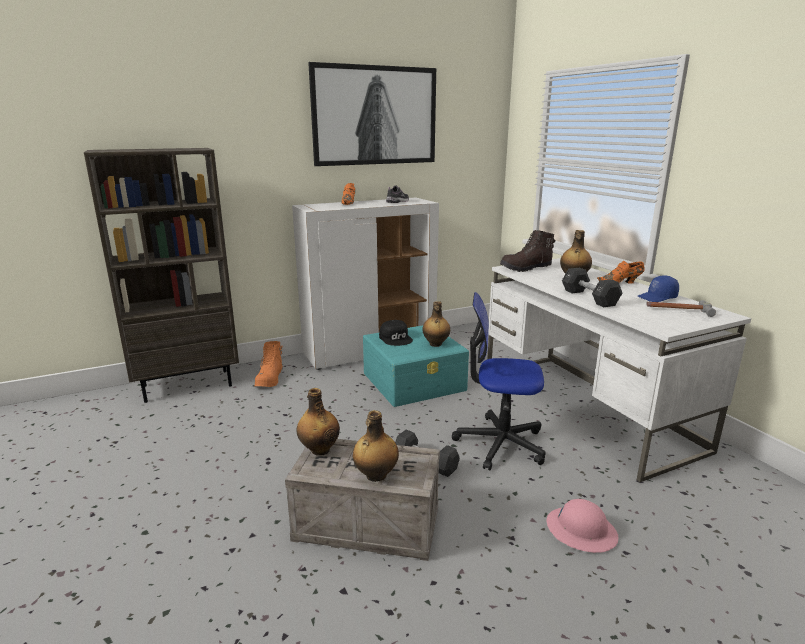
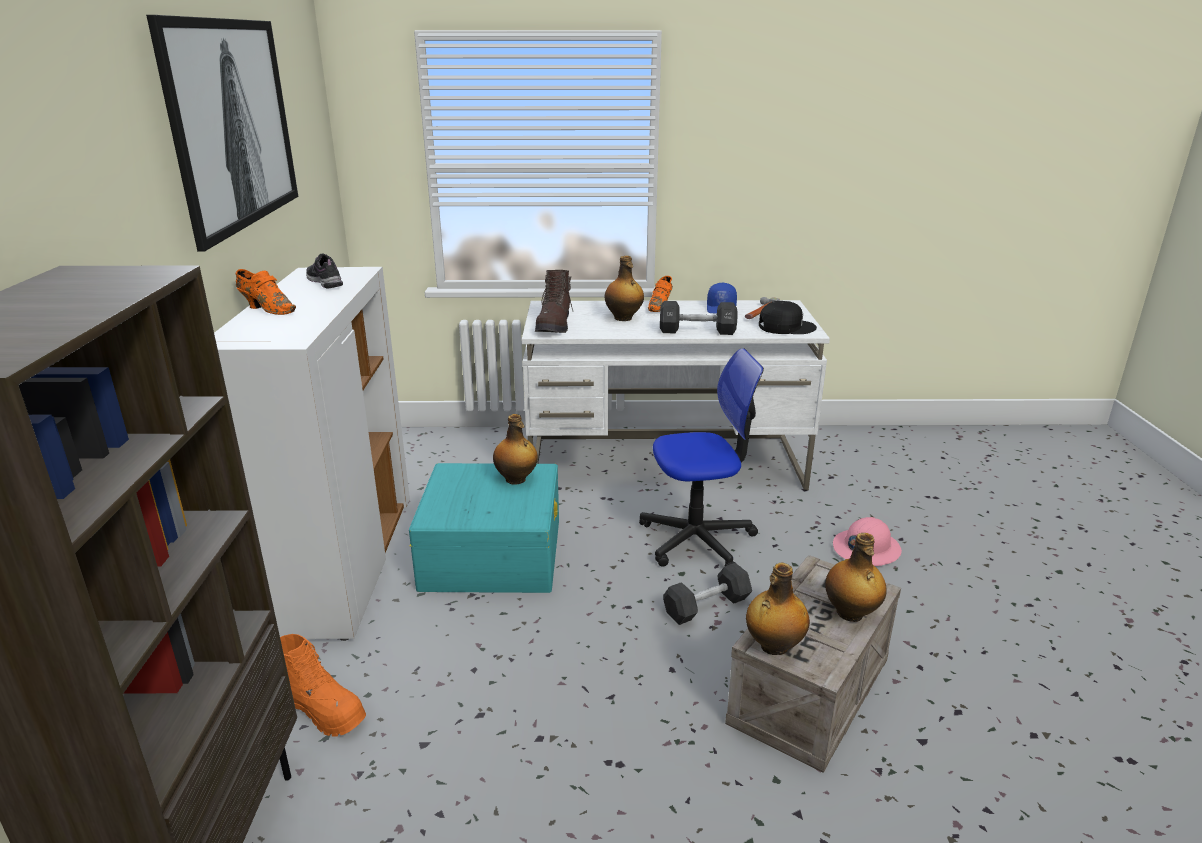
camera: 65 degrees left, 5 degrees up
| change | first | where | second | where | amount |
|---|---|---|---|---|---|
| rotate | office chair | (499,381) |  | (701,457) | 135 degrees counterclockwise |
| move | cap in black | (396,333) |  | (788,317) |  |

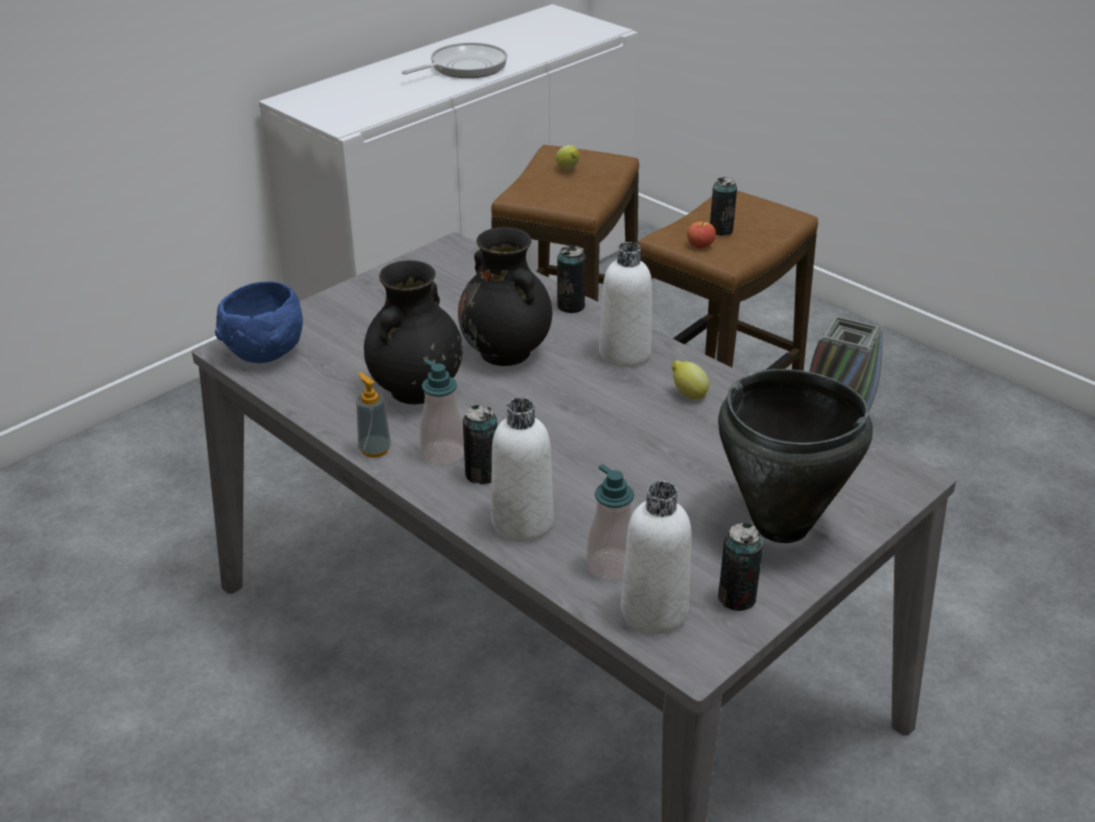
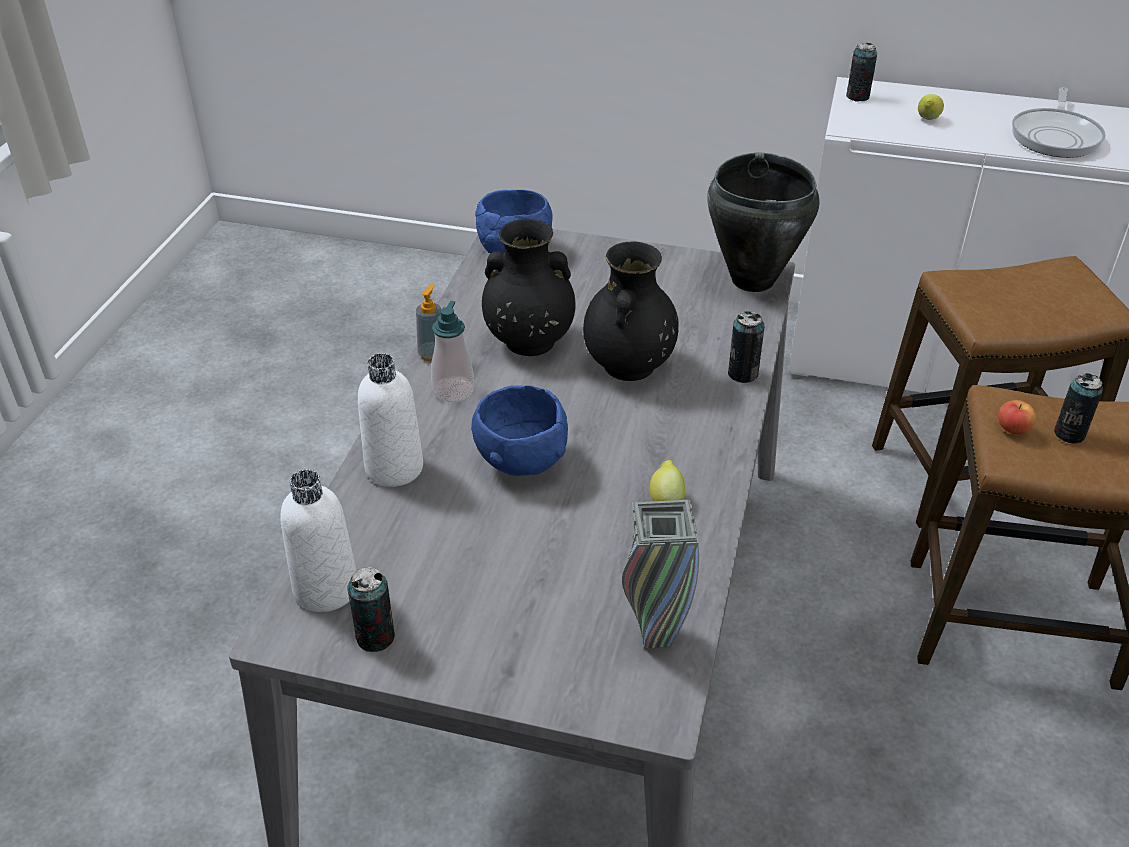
camera: 60 degrees right, 5 degrees up
| change | first | where | second | where | amount |
|---|---|---|---|---|---|
| insert |  |  | deep dish in blue-coloured | (519,430) |  |
| move | cooking pot in black | (795,456) |  | (763,222) |  |
| move | metal can | (480,444) |  | (861,72) |  |
| move | lemon | (568,157) |  | (931,107) |  |
| rotate | skillet | (454,60) |  | (1059,122) | 90 degrees clockwise |
| delete | liquid soap bottle | (610,523) |  |  |  |
| delete | drink bottle in whitish | (625,304) |  |  |  |

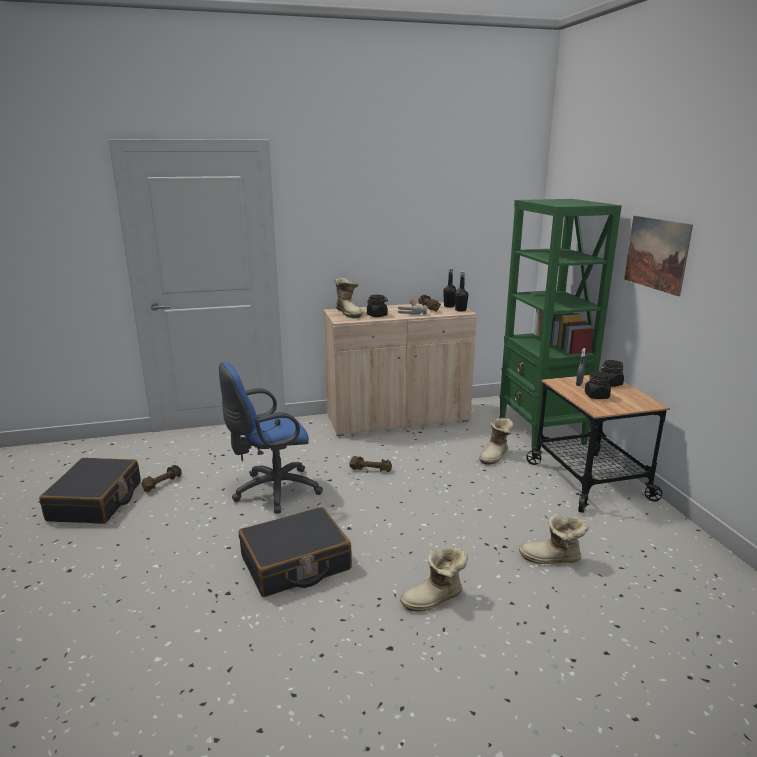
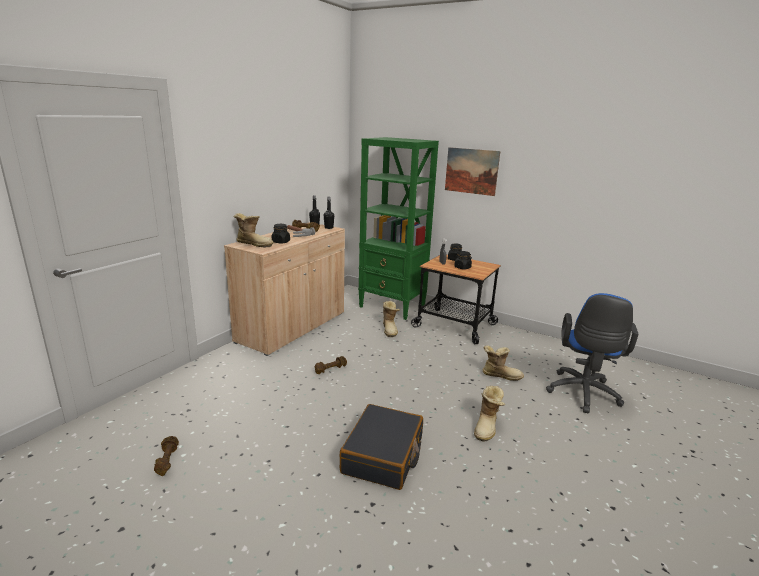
camera: 45 degrees left, 0 degrees up
| change | first | where | second | where | amount |
|---|---|---|---|---|---|
| rotate | boot | (554,539) |  | (503,363) | 135 degrees counterclockwise |
| move | office chair in blue-coloured | (271,438) |  | (592,353) |  |
| delete | suitcase in black | (90,491) |  |  |  |

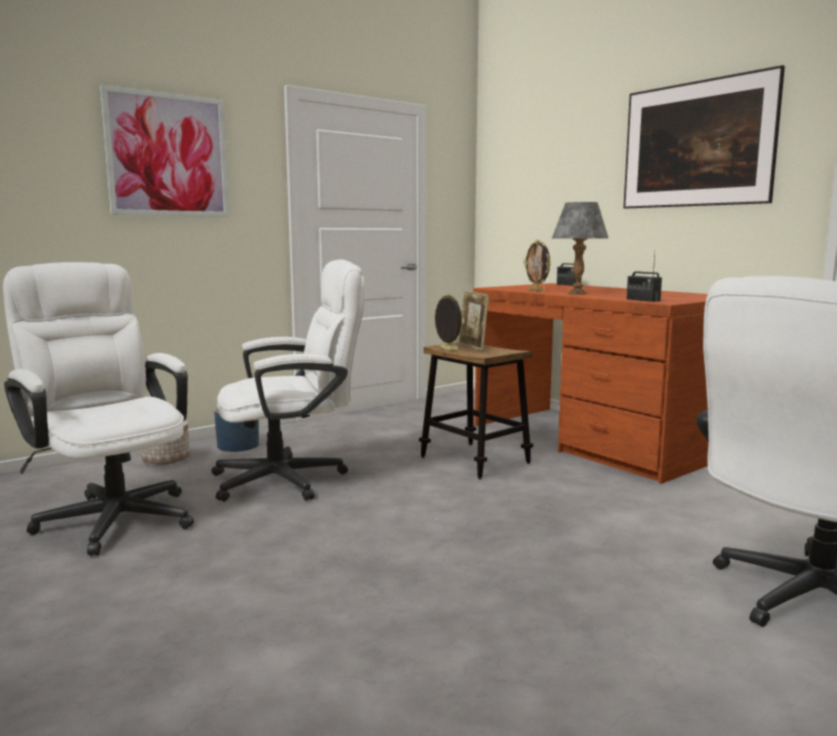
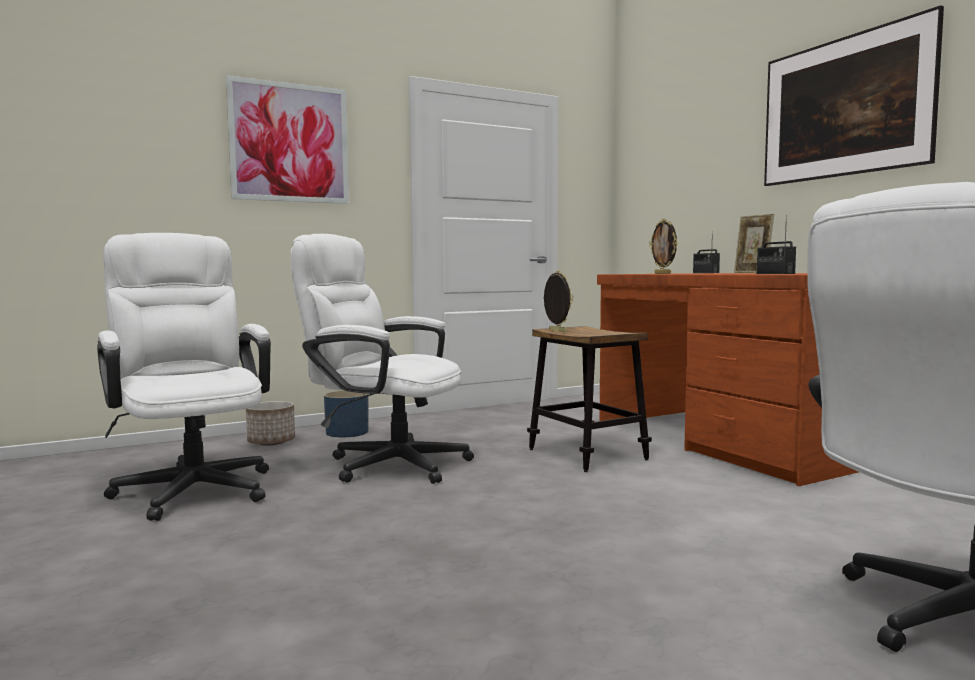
camera: 10 degrees right, 5 degrees down
| change | first | where | second | where | amount |
|---|---|---|---|---|---|
| rotate | office chair in whitish | (287,380) |  | (382,359) | 150 degrees counterclockwise |
| move | picture frame | (474,320) |  | (754,243) |  |
| delete | table lamp in gray | (580,248) |  |  |  |

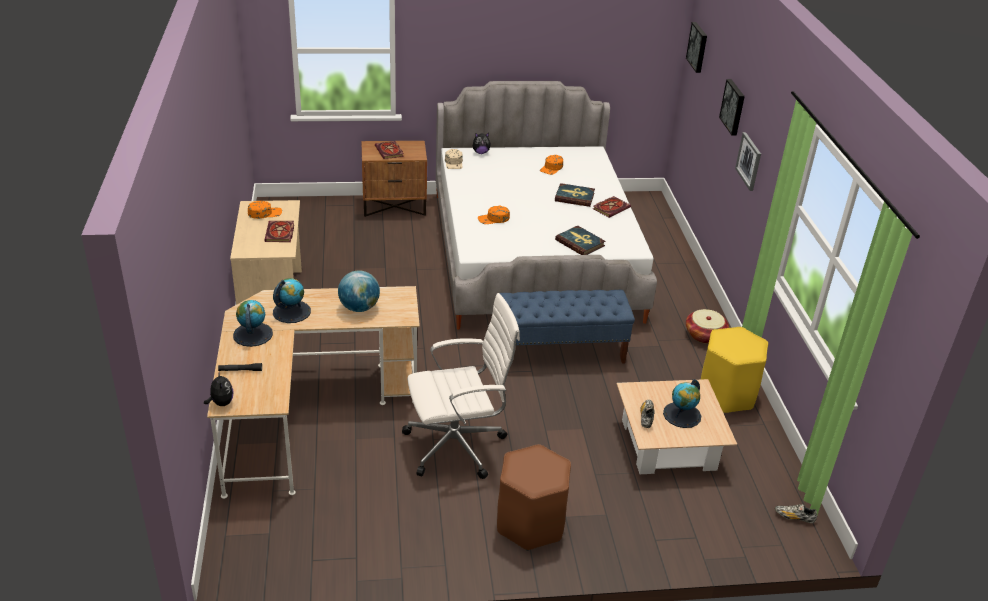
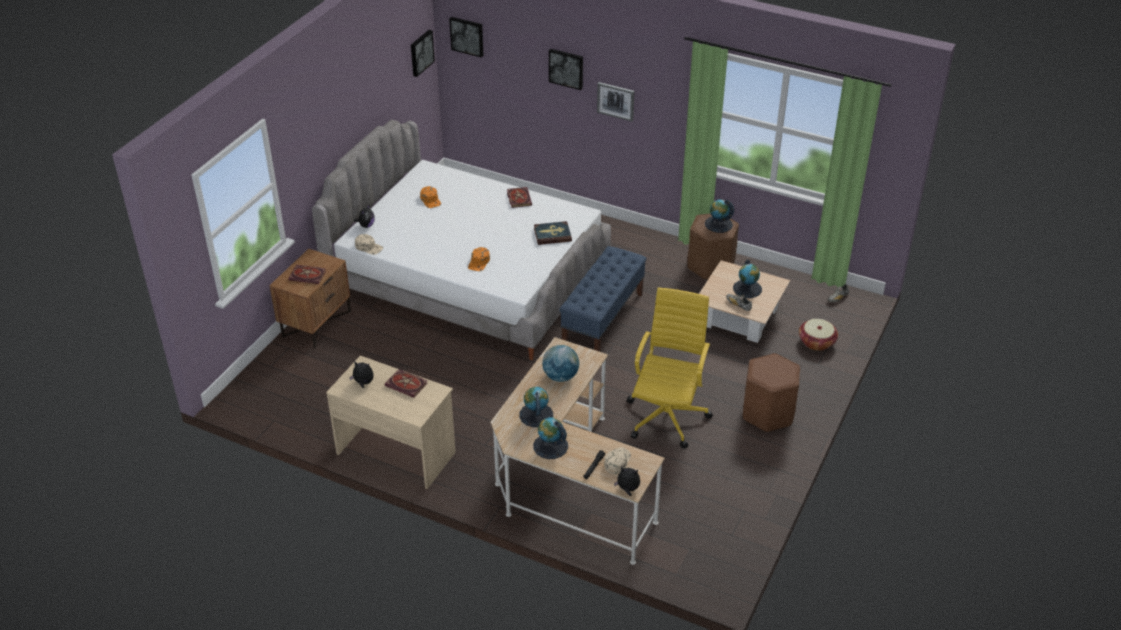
camera: 55 degrees left, 5 degrees up
| change | first | where | second | where | amount |
|---|---|---|---|---|---|
| replace | cap in orangey | (265,210) | soft toy | (361,374) |  |
| insert |  |  | picture | (423,53) |  |
| insert |  |  | cap in beige | (617,460) |  |
| recolor | office chair in whitish | (461,386) | office chair in yellow-coloured | (670,368) |  |
| recolor | stool in yellow-coloured | (734,370) | stool in brownish | (713,246) |  |
| insert |  |  | world globe | (719,216) |  |
| move | household basket | (707,326) |  | (818,335) |  |
| delete | book | (575,195) |  |  |  |

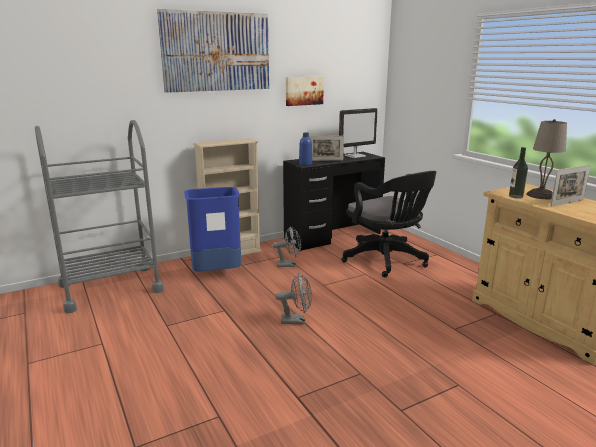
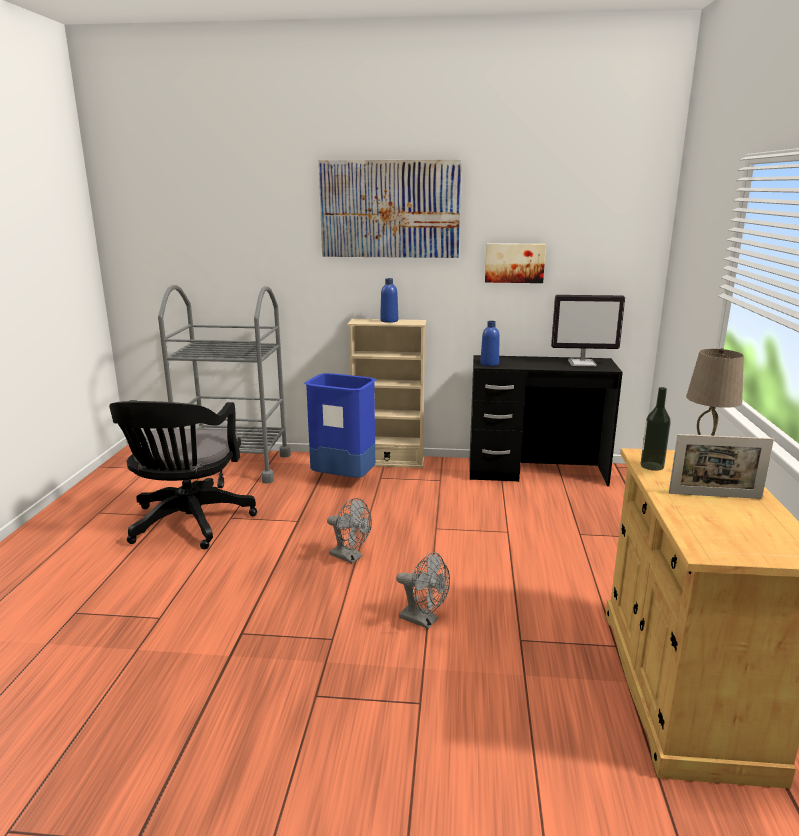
camera: 35 degrees right, 0 degrees up
| change | first | where | second | where | amount |
|---|---|---|---|---|---|
| move | office chair in black | (389,224) |  | (183,474) |  |
| insert |  |  | drink bottle in blue-coloured | (389,300) |  |
| move | cooling fan in gray | (286,247) |  | (423,590) |  |
| delete | picture frame | (326,148) |  |  |  |

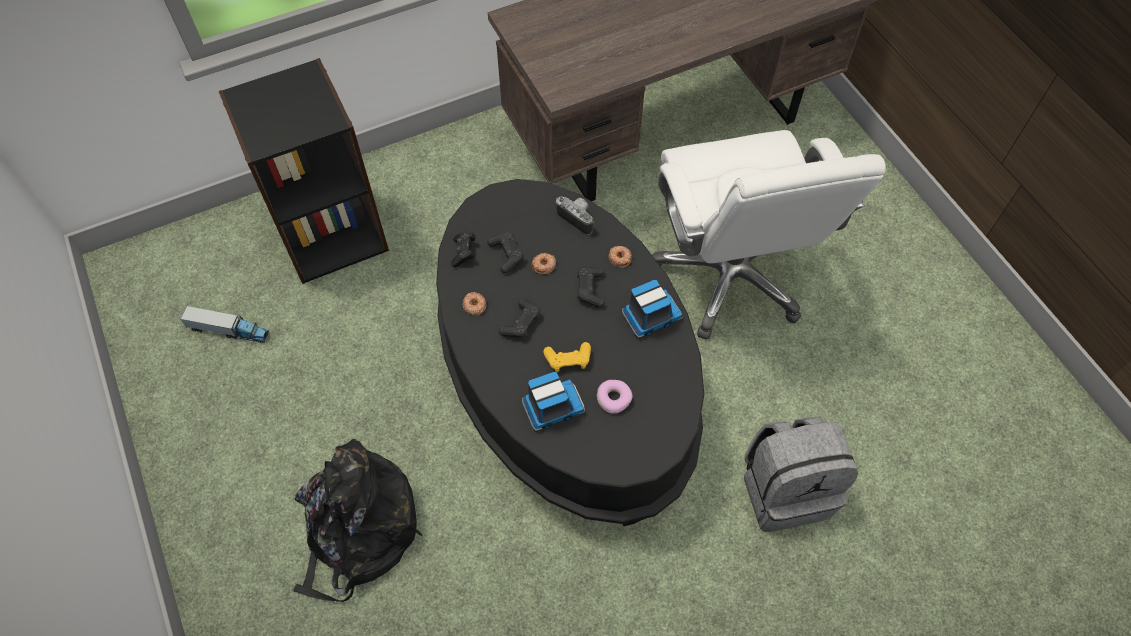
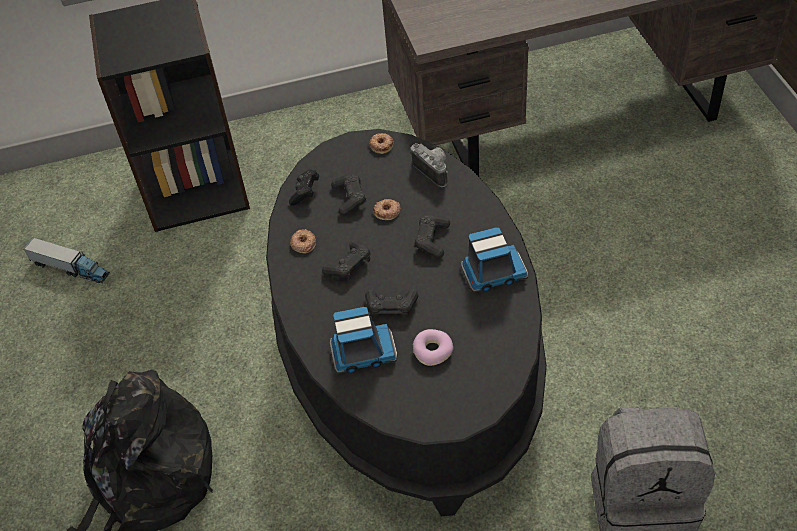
camera: 15 degrees right, 10 degrees down
| change | first | where | second | where | amount |
|---|---|---|---|---|---|
| recolor | game controller in yellow-coloured | (567,357) | game controller in black | (391,303) |  |
| move | donut | (620,257) |  | (382,143) |  |
| delete | office chair in whitish | (769,235) |  |  |  |

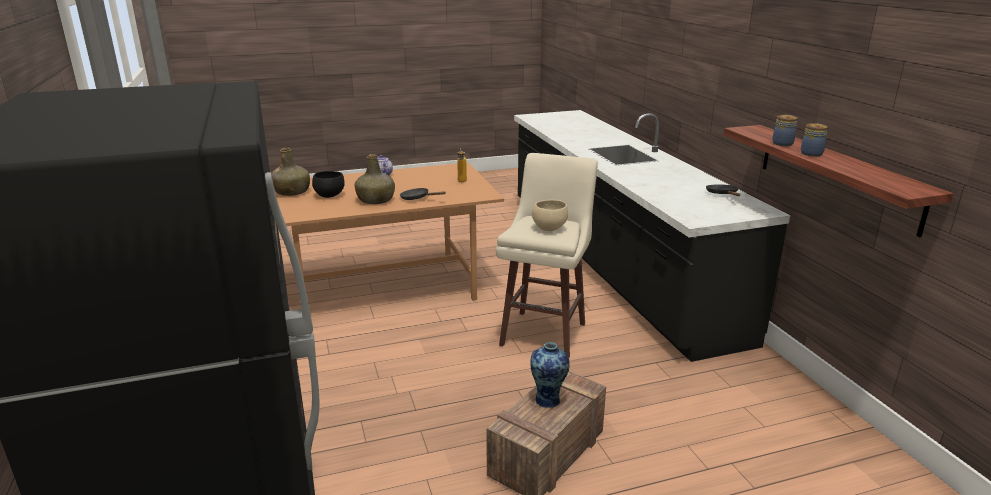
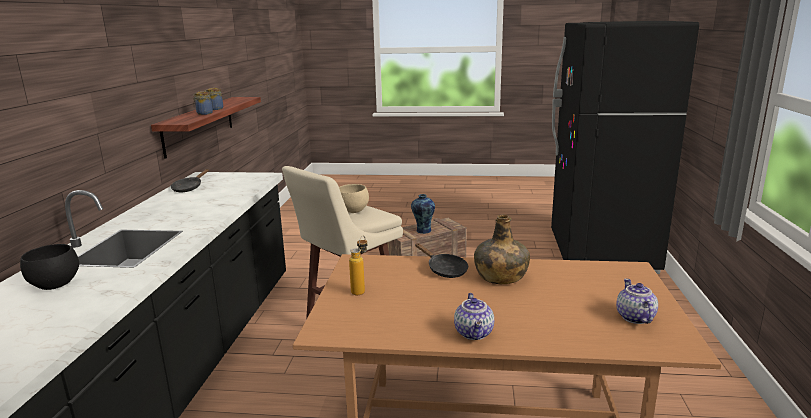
camera: 155 degrees left, 5 degrees down
| change | first | where | second | where | amount |
|---|---|---|---|---|---|
| move | deep dish in black | (328,184) |  | (49,267) |  |
| replace | drink bottle in green-coloured | (290,172) | pot for tea | (637,301) |  |

